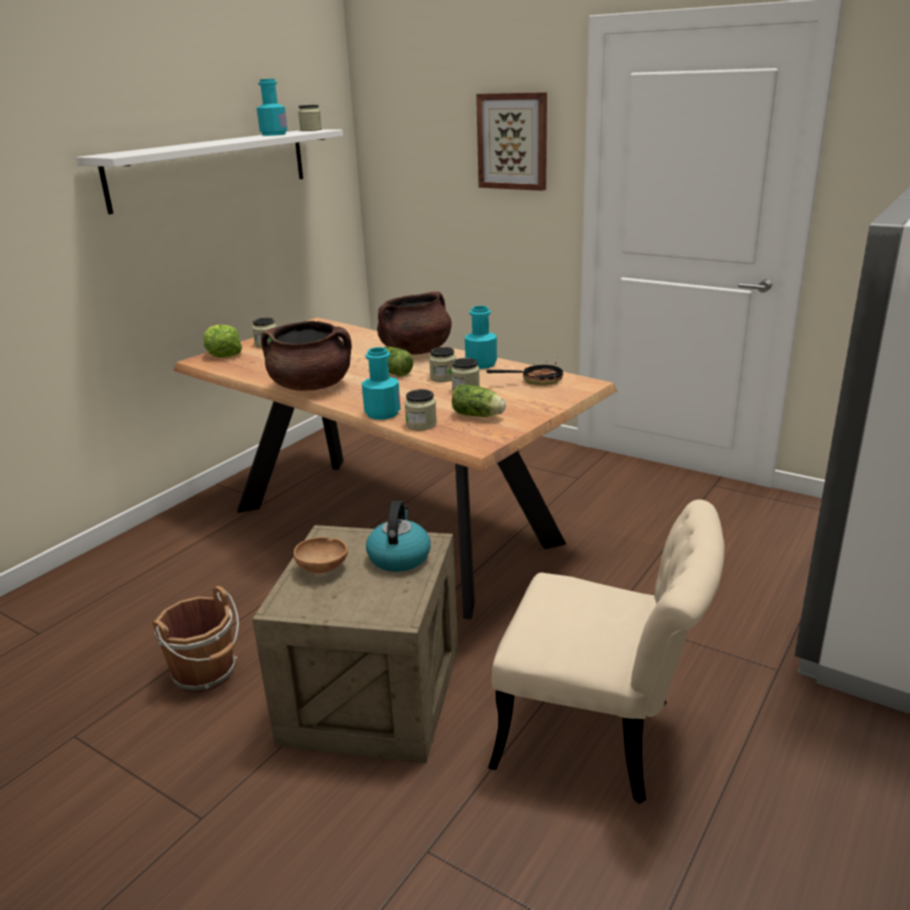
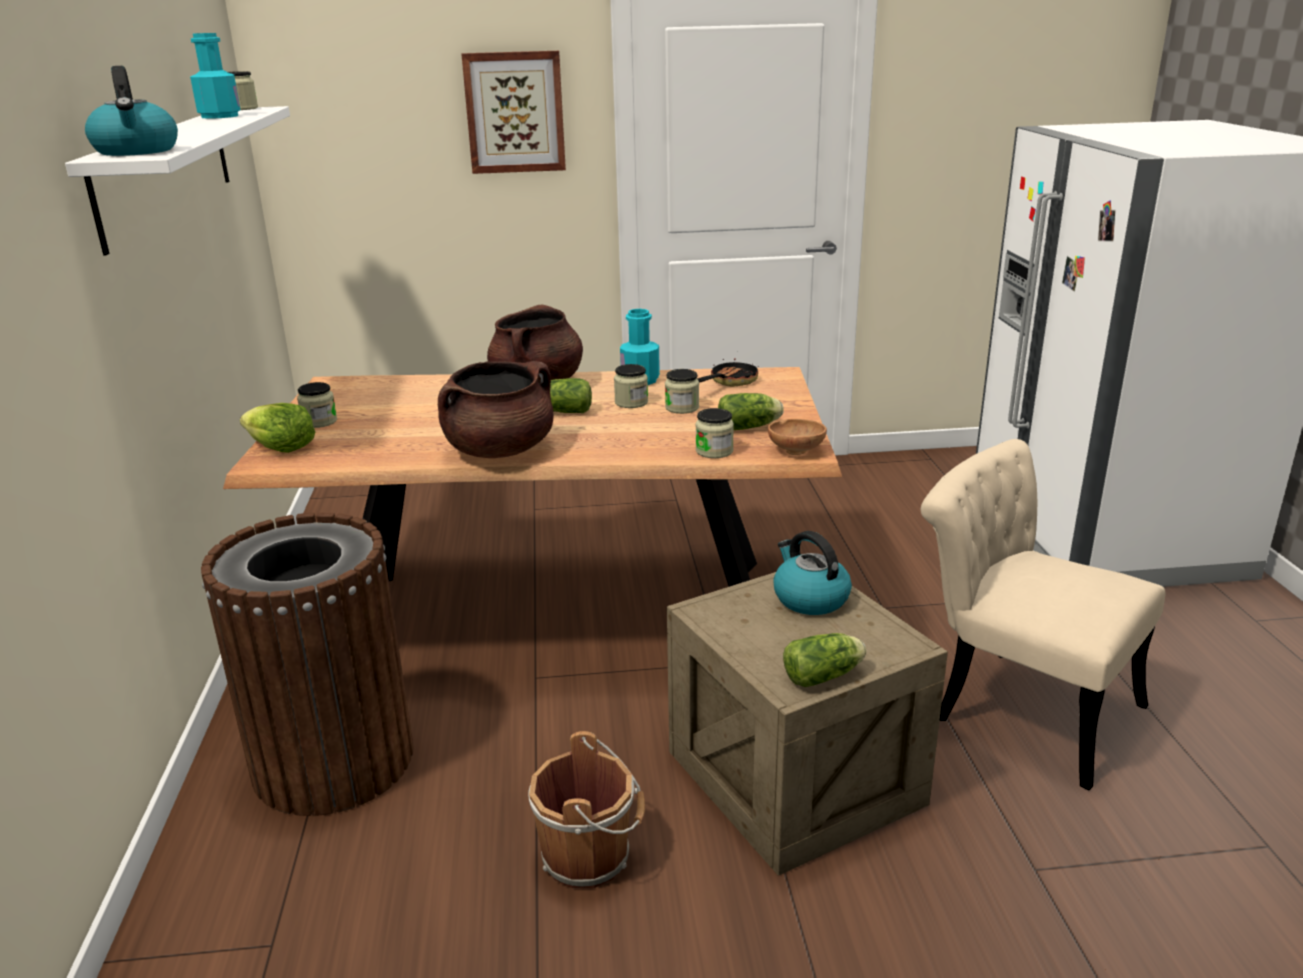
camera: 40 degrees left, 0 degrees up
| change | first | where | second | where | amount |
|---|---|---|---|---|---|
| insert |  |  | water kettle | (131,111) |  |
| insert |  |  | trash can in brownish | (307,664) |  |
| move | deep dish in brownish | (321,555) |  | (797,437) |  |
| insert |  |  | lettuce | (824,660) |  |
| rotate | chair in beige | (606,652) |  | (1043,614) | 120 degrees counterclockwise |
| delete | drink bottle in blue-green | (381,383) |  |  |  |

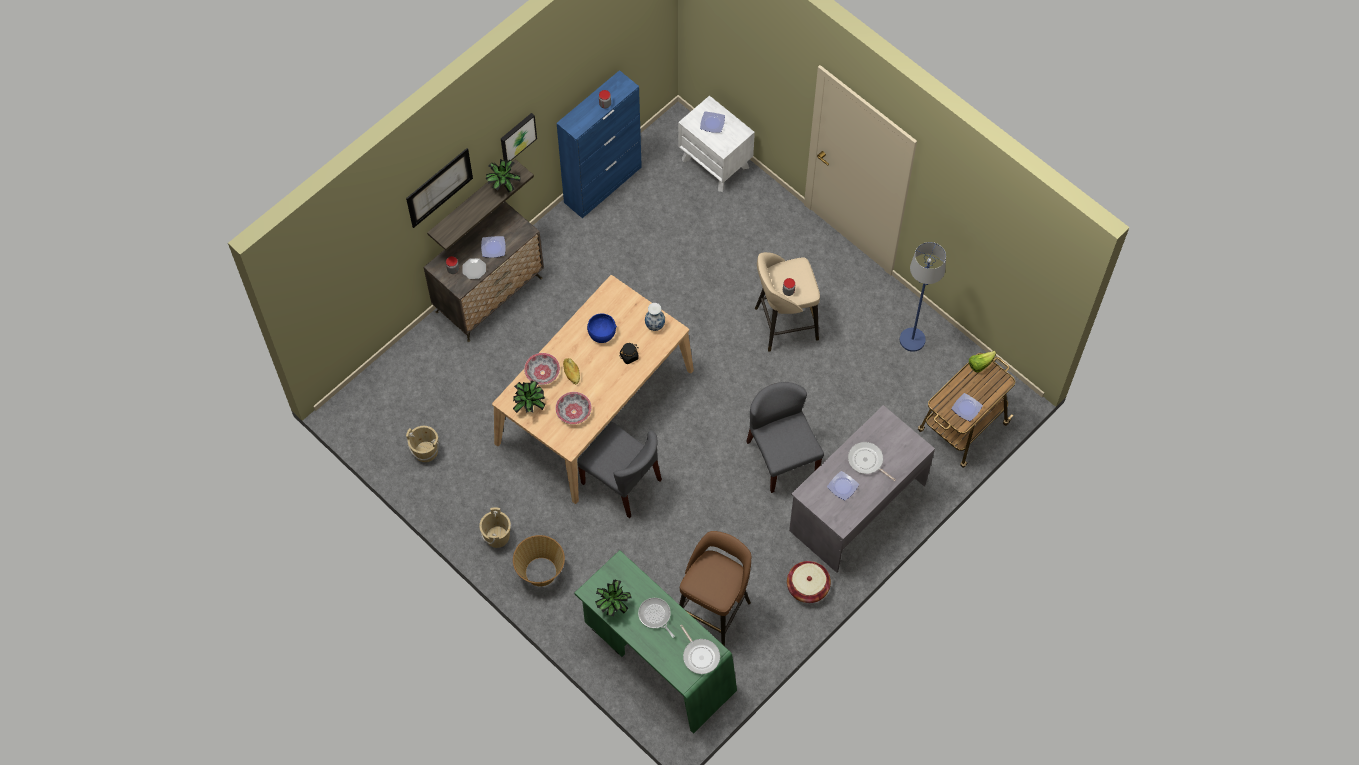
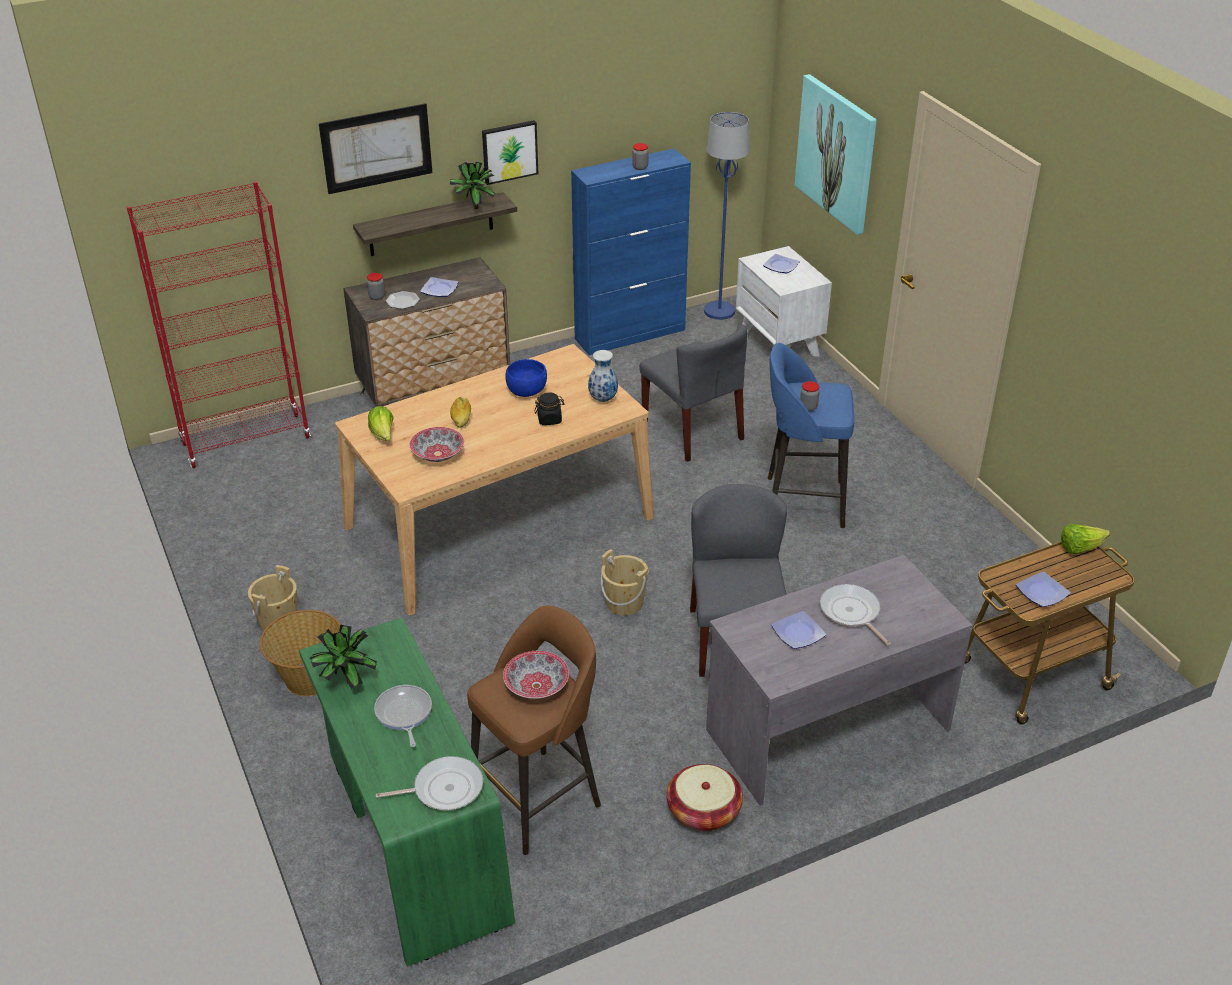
camera: 20 degrees right, 25 degrees down
| change | first | where | second | where | amount |
|---|---|---|---|---|---|
| insert |  |  | bookcase in red | (219,325) |  |
| replace | houseplant | (529,397) | lettuce | (381,423) |  |
| rotate | skillet | (700,649) |  | (429,783) | 90 degrees counterclockwise |
| move | deep dish | (542,369) |  | (536,675) |  |
| move | water bucket in beige | (422,444) |  | (624,582) |  |
| move | chair in gray | (619,469) |  | (693,393) |  |
| move | floor lamp in blue-coloured | (923,297) |  | (727,216) |  |
| recolor | stool in beige | (787,302) | stool in blue-coloured | (811,435) |  |
| insert |  |  | picture | (836,154) |  |

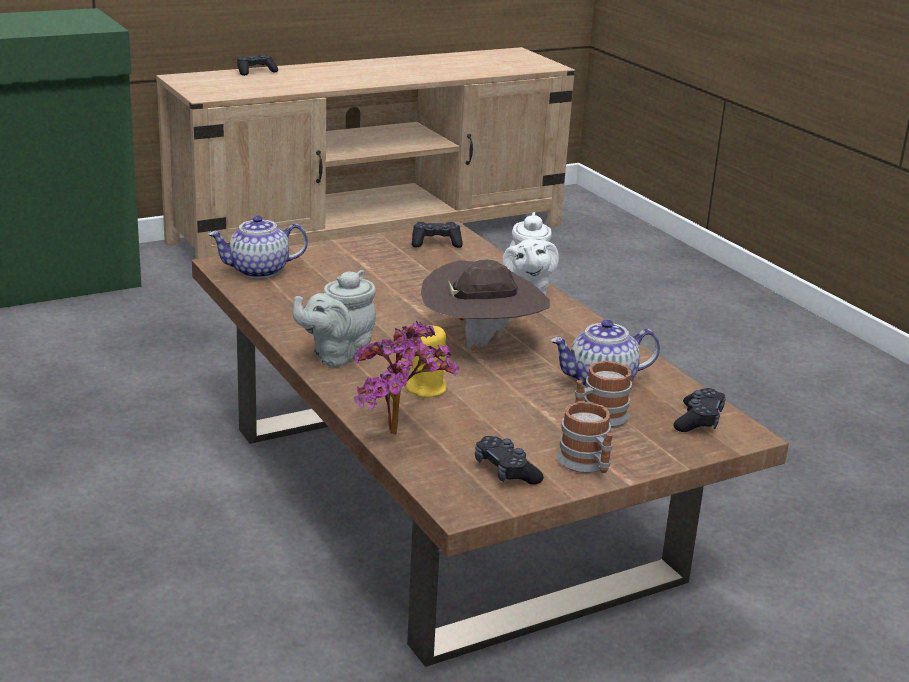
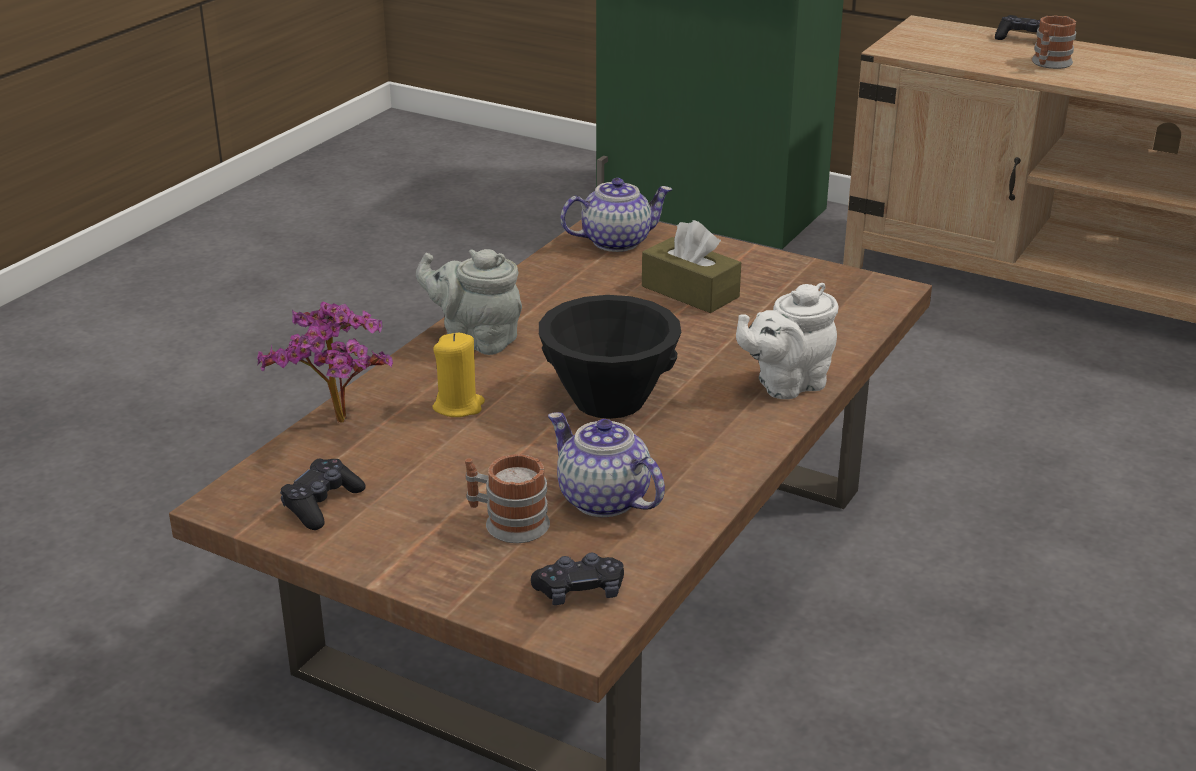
camera: 60 degrees right, 5 degrees up
| change | first | where | second | where | amount |
|---|---|---|---|---|---|
| replace | hat in brownish | (485,305) | deep dish in black | (610,357) |  |
| rotate | pot for tea | (258,247) |  | (616,215) | 120 degrees clockwise |
| insert |  |  | box of tissues in brownish | (691,266) |  |
| move | coffee mug | (585,437) |  | (1053,42) |  |
| delete | game controller in black | (437,235) |  |  |  |

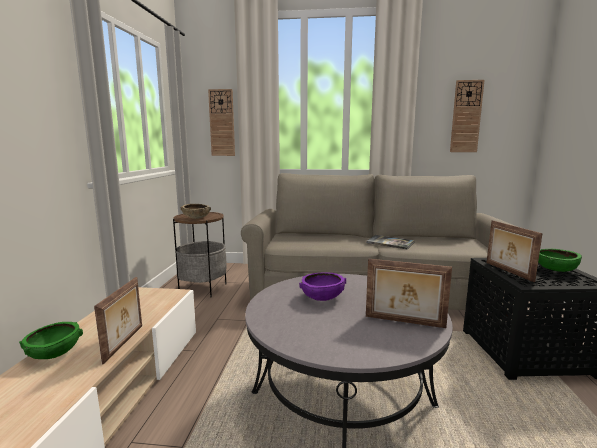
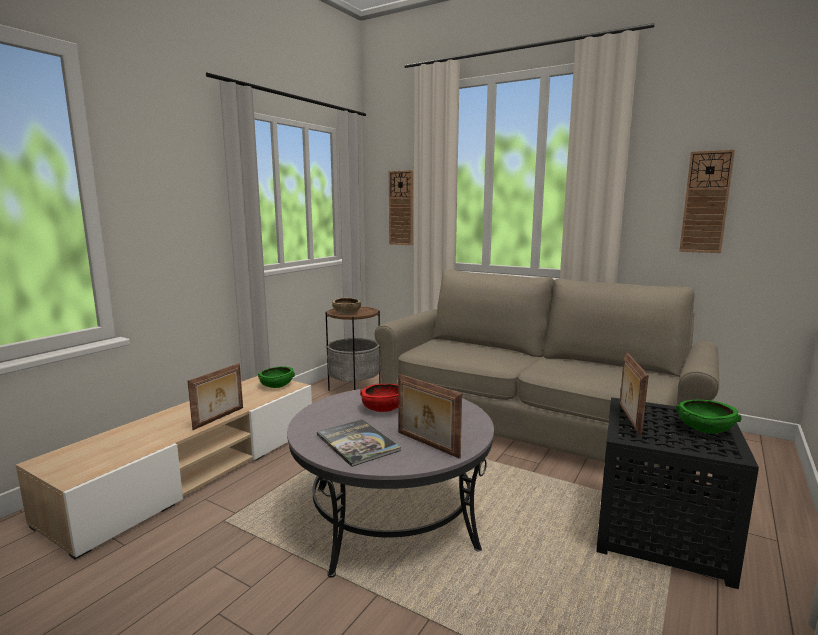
camera: 25 degrees right, 0 degrees up
| change | first | where | second | where | amount |
|---|---|---|---|---|---|
| move | deep dish in green-coloured | (51,340) |  | (276,377) |  |
| move | book | (390,242) |  | (359,443) |  |
| recolor | deep dish in purplish | (322,286) | deep dish in red | (379,398) |  |

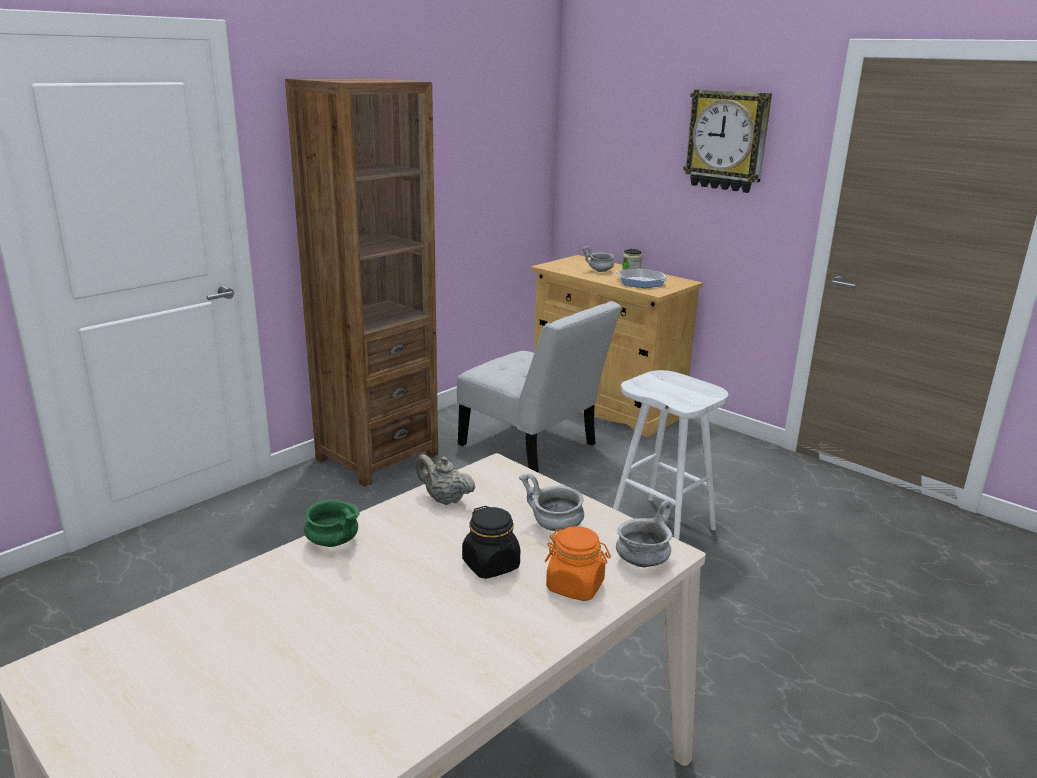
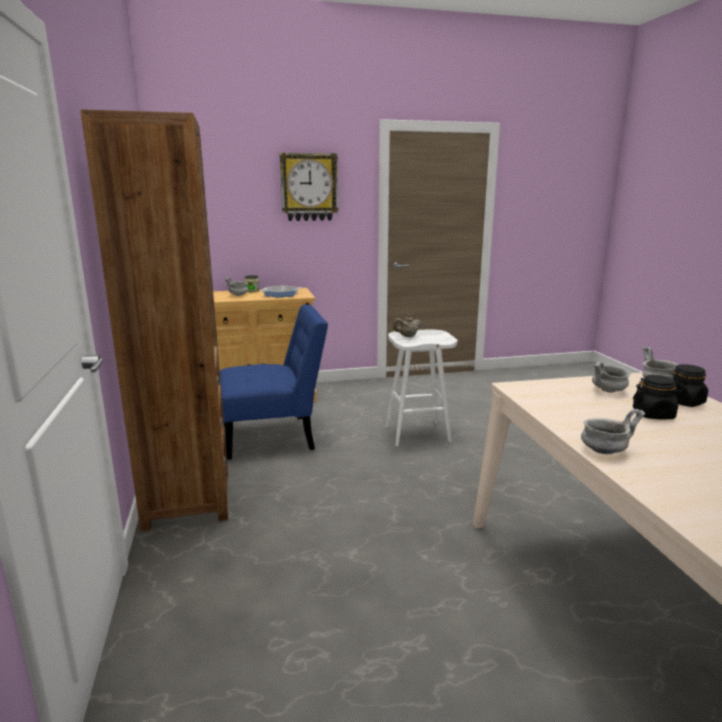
camera: 55 degrees left, 5 degrees down
| change | first | where | second | where | amount |
|---|---|---|---|---|---|
| recolor | chair in whitish | (539,387) | chair in blue-coloured | (274,382) |  |
| move | pot for tea in beige | (446,479) |  | (407,325) |  |
| recolor | deep dish in green-coloured | (332,523) | deep dish in gray | (613,431) |  |
| recolor | storage jar in orangey | (578,563) | storage jar in black | (690,385) |  |

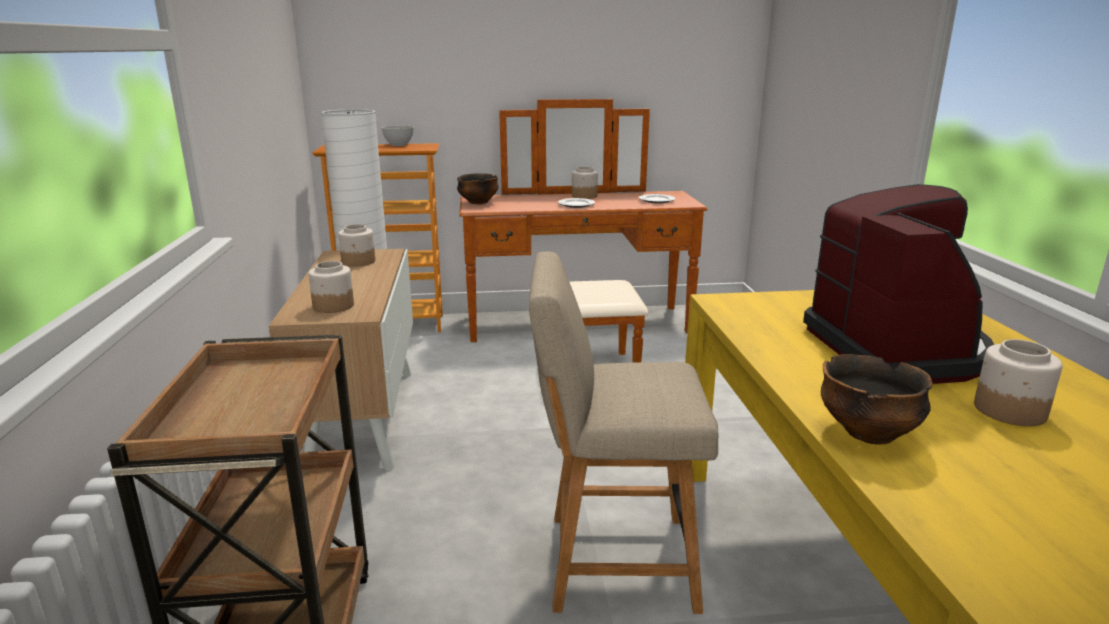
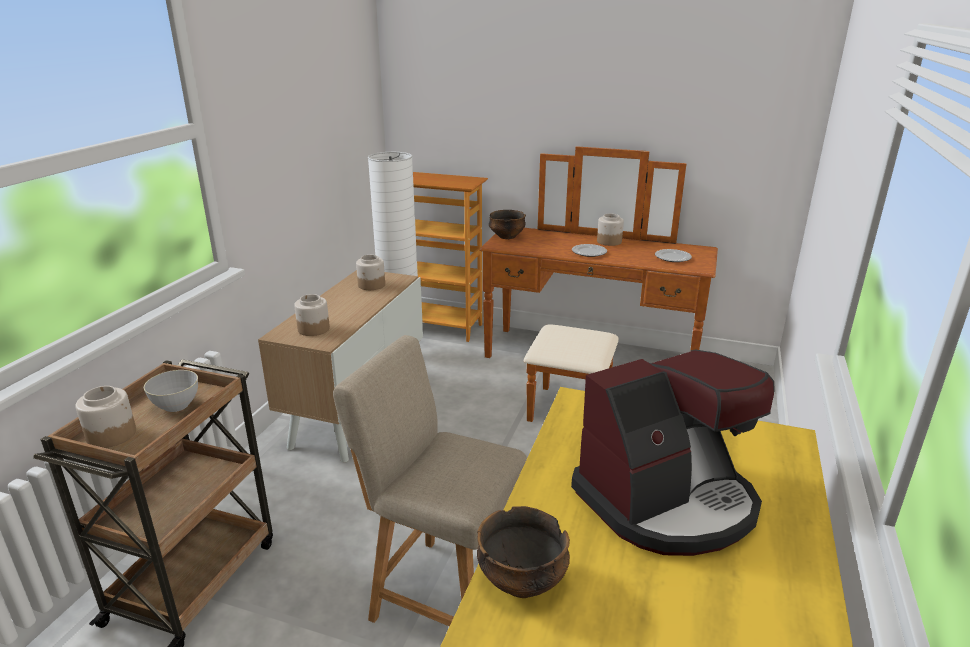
camera: 25 degrees right, 5 degrees up
| change | first | where | second | where | amount |
|---|---|---|---|---|---|
| move | storage jar | (1018,382) |  | (105,417) |  |
| move | deep dish in gray | (397,136) |  | (171,391) |  |
| rotate | coffee machine | (898,284) |  | (673,452) | 45 degrees clockwise |

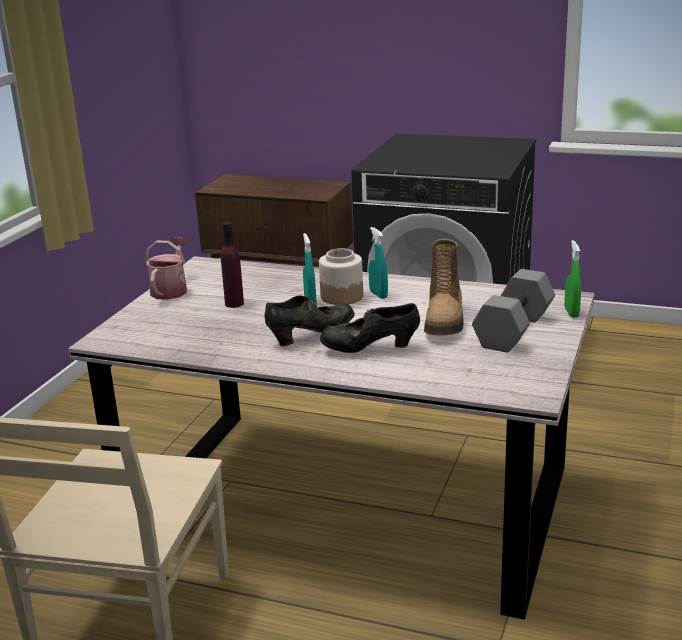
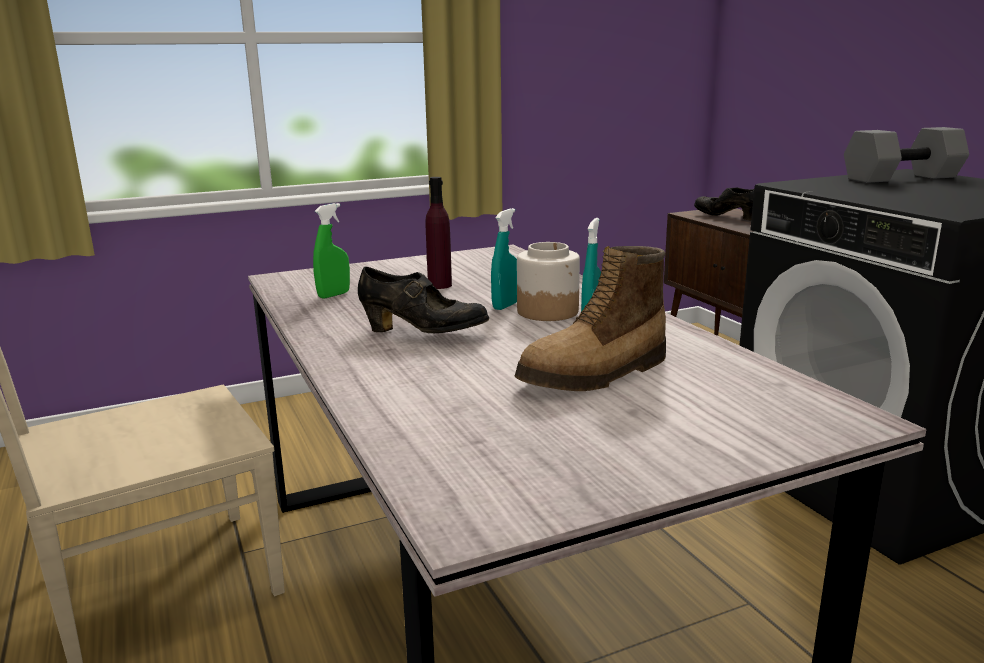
camera: 45 degrees right, 5 degrees down
| change | first | where | second | where | amount |
|---|---|---|---|---|---|
| move | hand sprayer in green-coloured | (573,279) |  | (331,251) |  |
| move | low shoe in black | (370,328) |  | (724,203) |  |
| move | dumbbell in gray | (513,311) |  | (906,155) |  |
| delete | sprinkling can | (166,268) |  |  |  |

